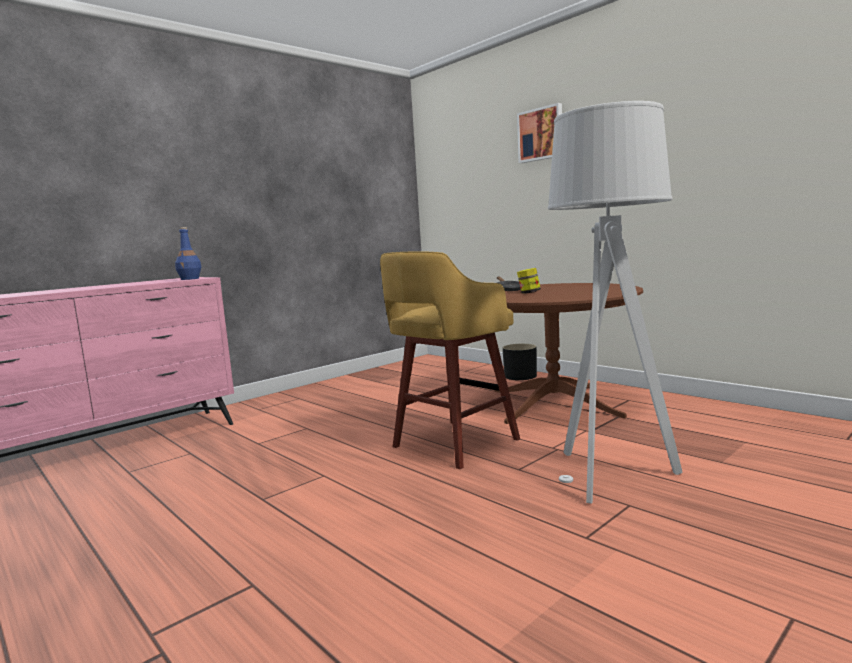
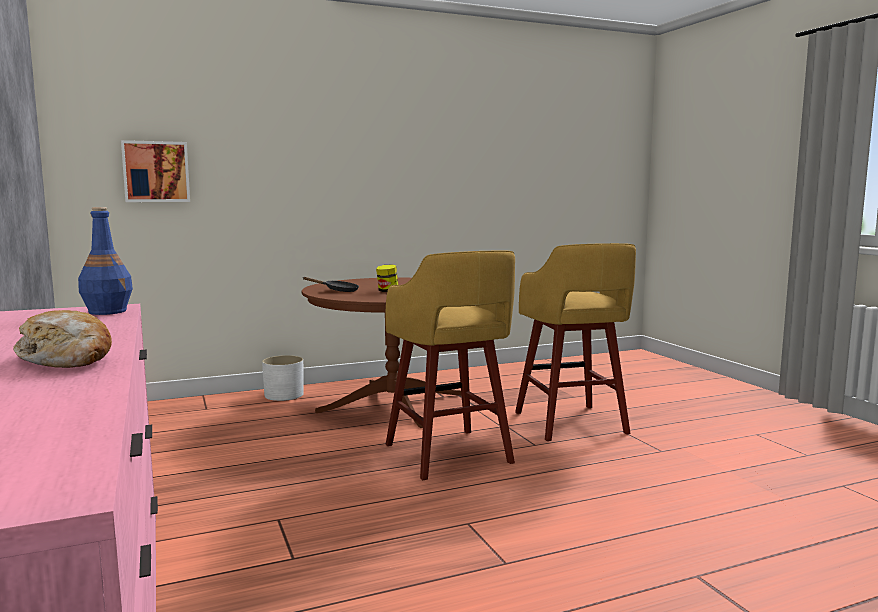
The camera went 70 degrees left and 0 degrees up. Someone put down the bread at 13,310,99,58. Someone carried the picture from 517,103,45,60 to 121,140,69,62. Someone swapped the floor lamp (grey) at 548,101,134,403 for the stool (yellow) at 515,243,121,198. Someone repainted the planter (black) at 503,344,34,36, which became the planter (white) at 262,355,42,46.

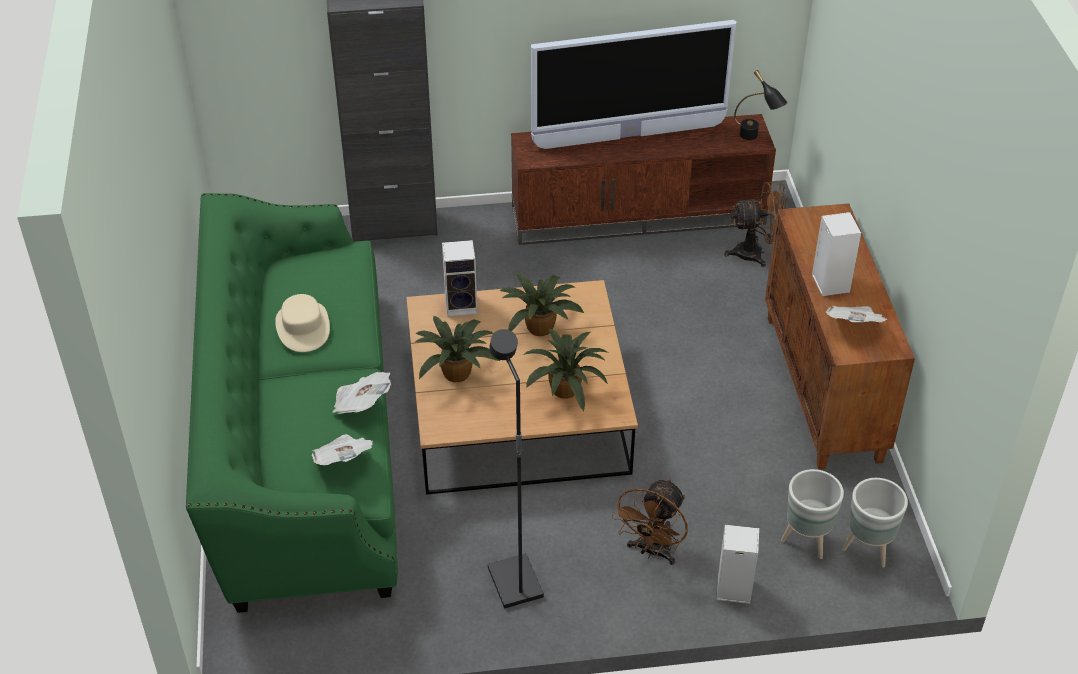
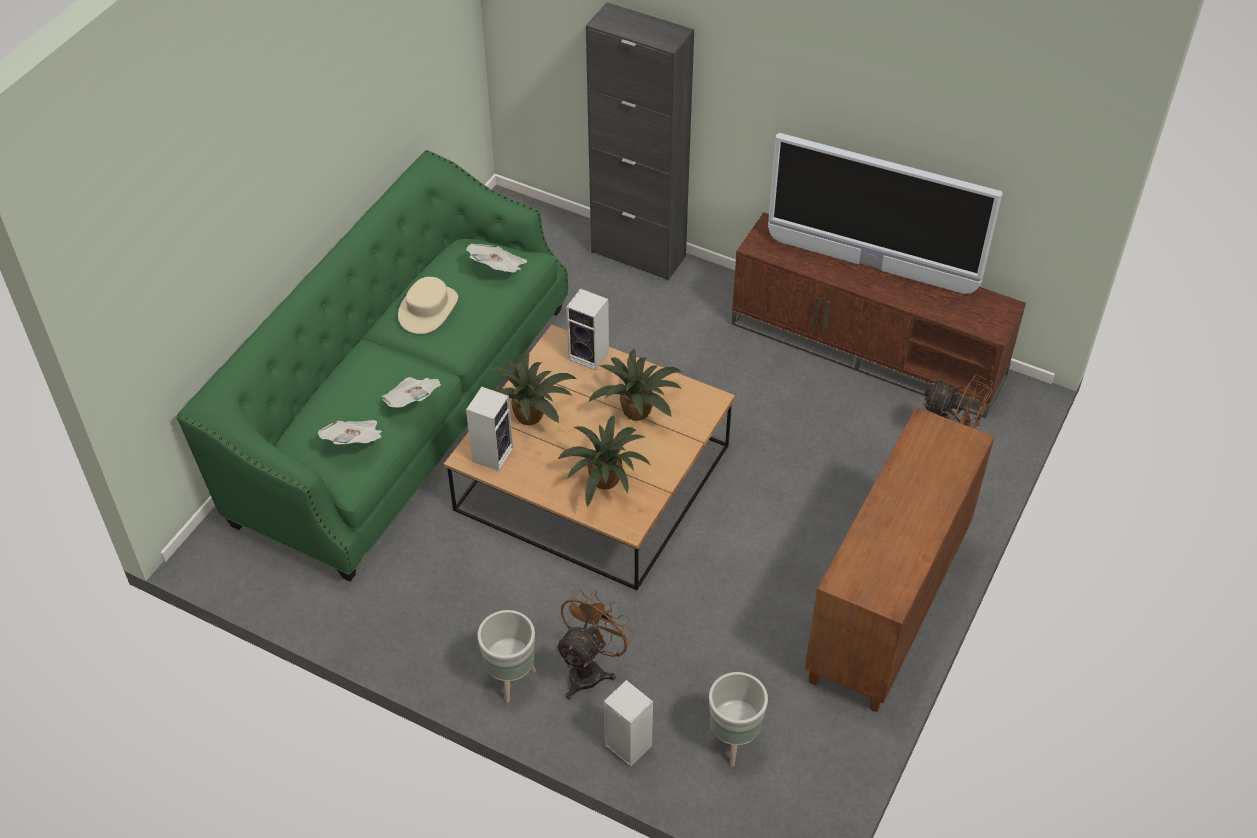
The camera went 35 degrees right and 5 degrees up. Someone took away the floor lamp (black) at 488,329,56,279. Someone took away the table lamp (black) at 734,70,54,70. Someone carried the speaker from 812,212,49,84 to 466,387,47,84. Someone carried the newspaper from 826,306,62,16 to 466,244,61,29. Someone carried the planter (grey) from 842,478,66,89 to 478,610,58,93. Someone rotated the fan (brown) at 612,478,76,87 by 150 degrees clockwise.

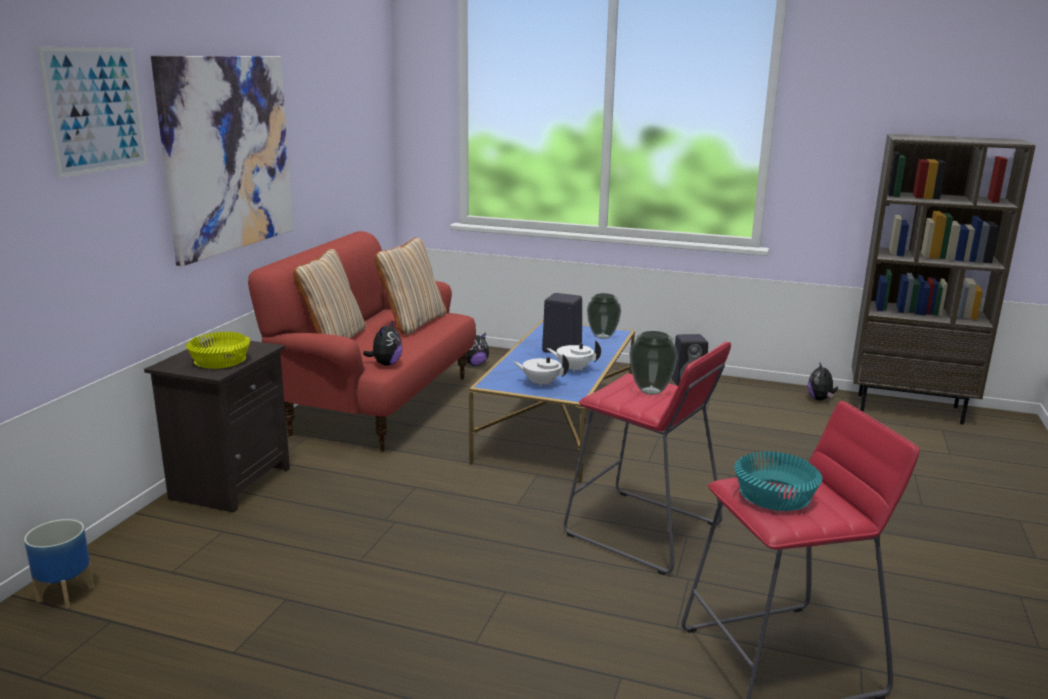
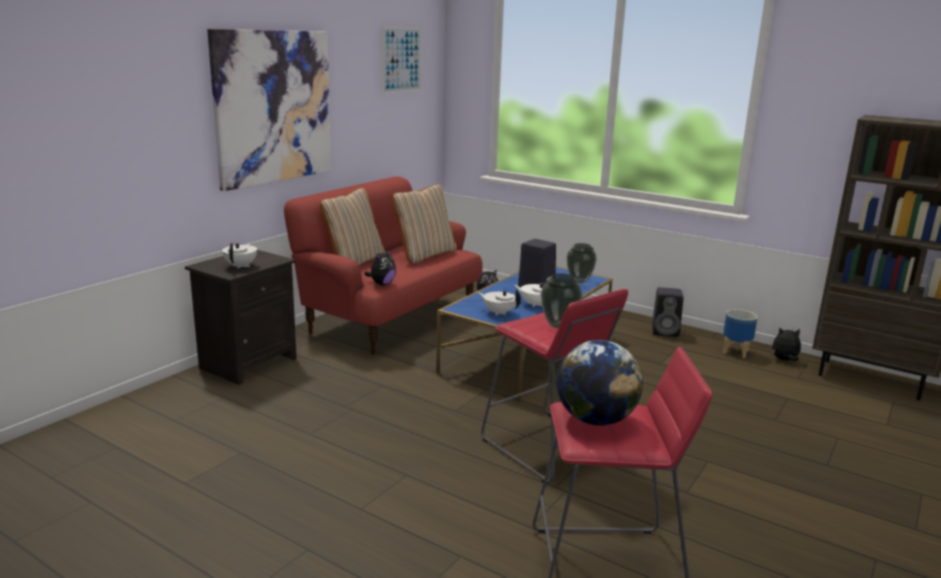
The camera went 15 degrees right and 0 degrees up. Someone carried the planter from 24,519,71,89 to 722,309,36,49. Someone carried the picture from 37,47,111,131 to 381,26,41,68. Someone swapped the bowl (yellow) at 186,332,64,37 for the teapot (white) at 222,243,35,26. Someone swapped the bowl (turquoise) at 734,451,88,60 for the globe at 557,340,86,86. Someone rotated the plush toy at 808,363,30,38 by 75 degrees clockwise.

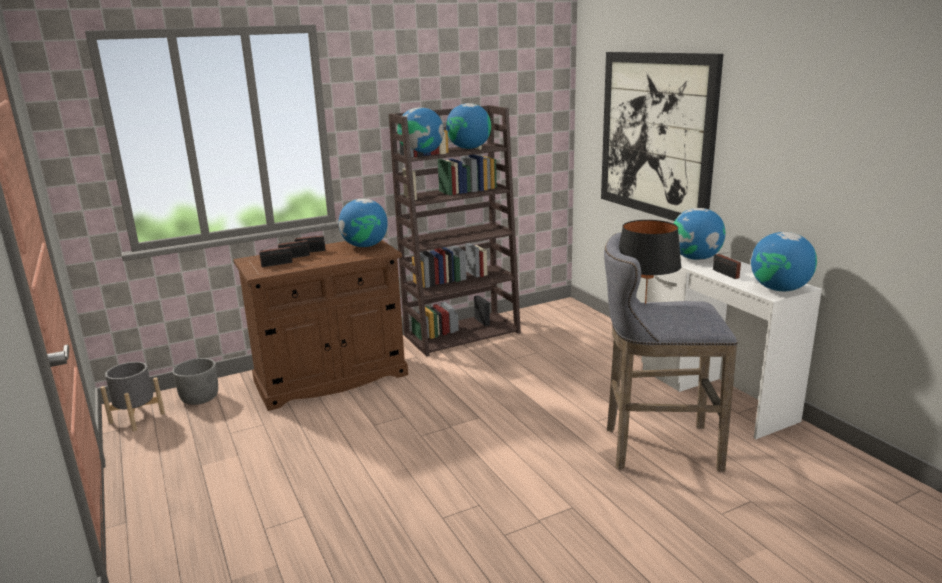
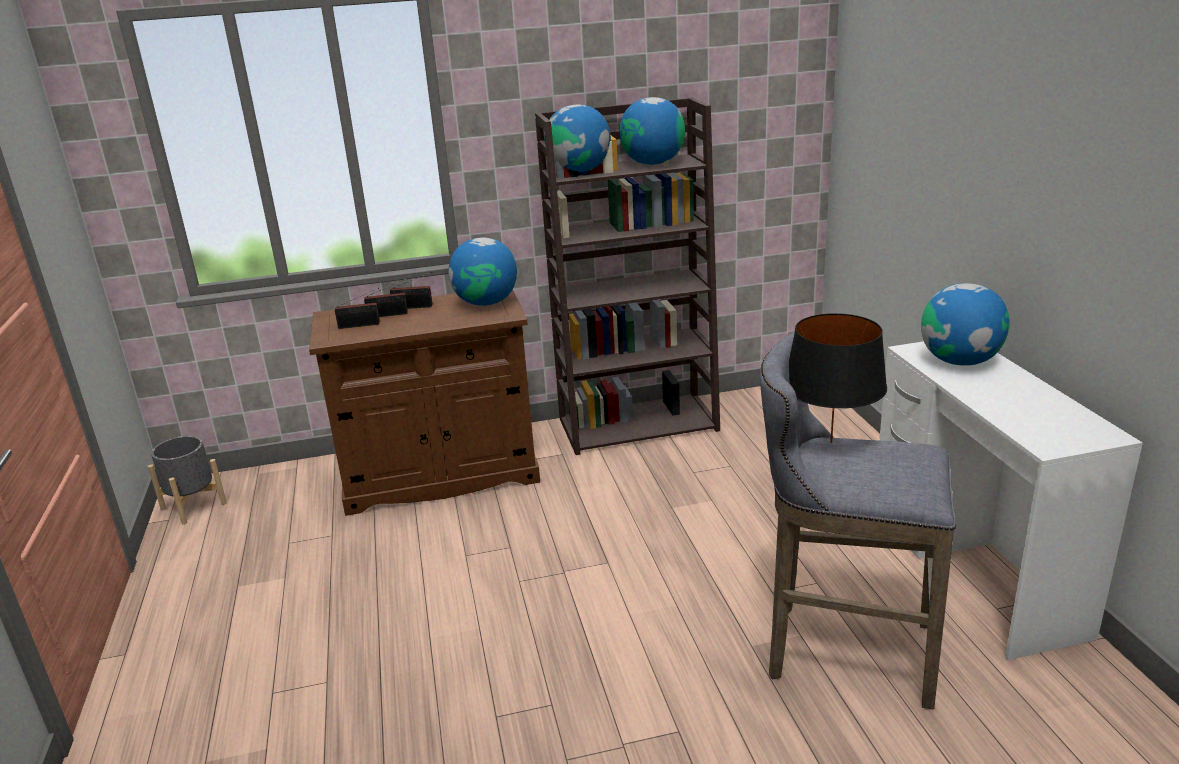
The camera went 15 degrees right and 5 degrees up. Someone took away the planter (grey) at 172,358,46,47. Someone took away the picture at 601,52,122,169. Someone took away the radio at 713,251,31,28. Someone took away the globe at 751,232,66,59.

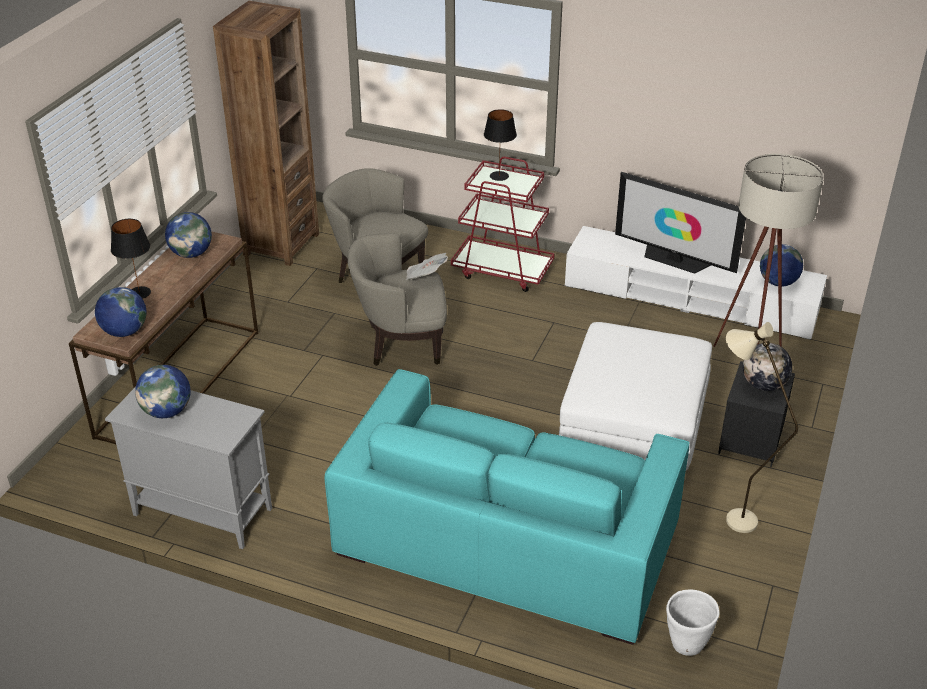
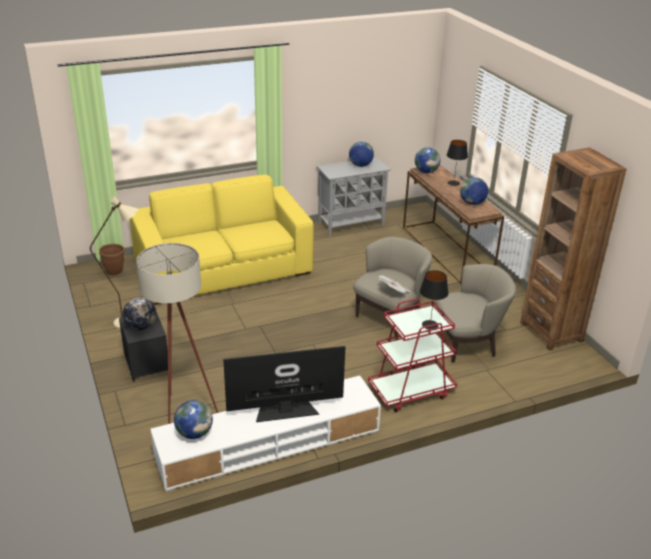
The camera went 135 degrees right and 5 degrees down. Someone took away the ottoman (white) at 559,322,153,151. Someone repainted the sofa (turquoise) at 325,369,364,276, which became the sofa (yellow) at 130,175,184,130. Someone repainted the planter (white) at 666,590,54,66, which became the planter (brown) at 99,244,26,31.

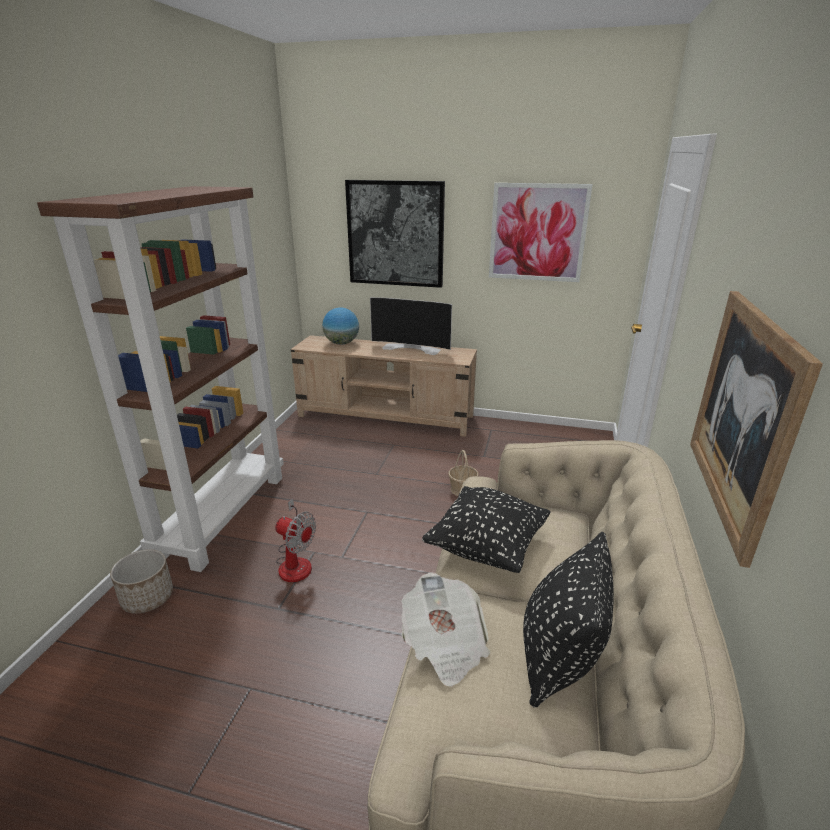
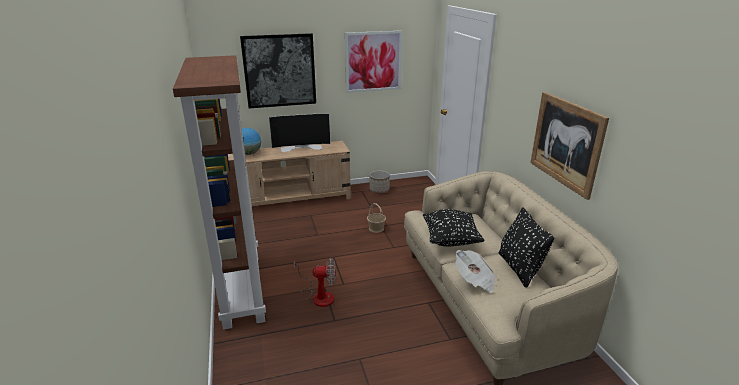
The camera went 30 degrees left and 0 degrees up. Someone carried the planter from 110,549,63,65 to 369,171,21,22.

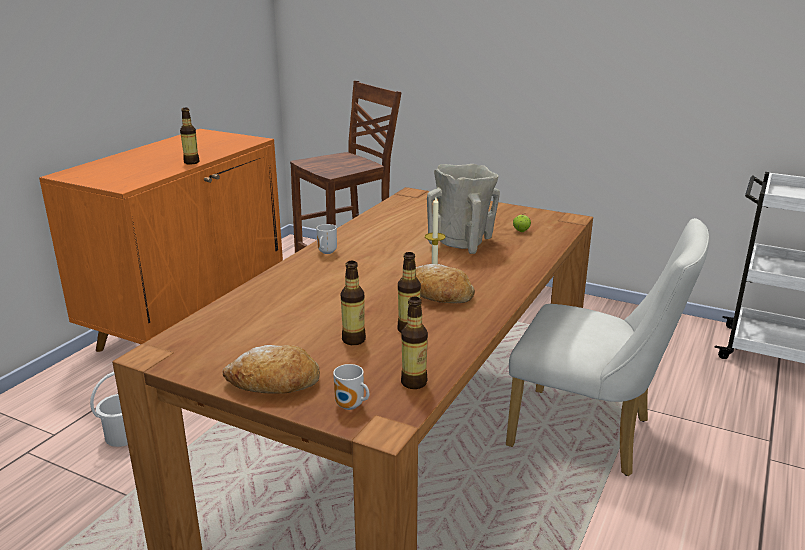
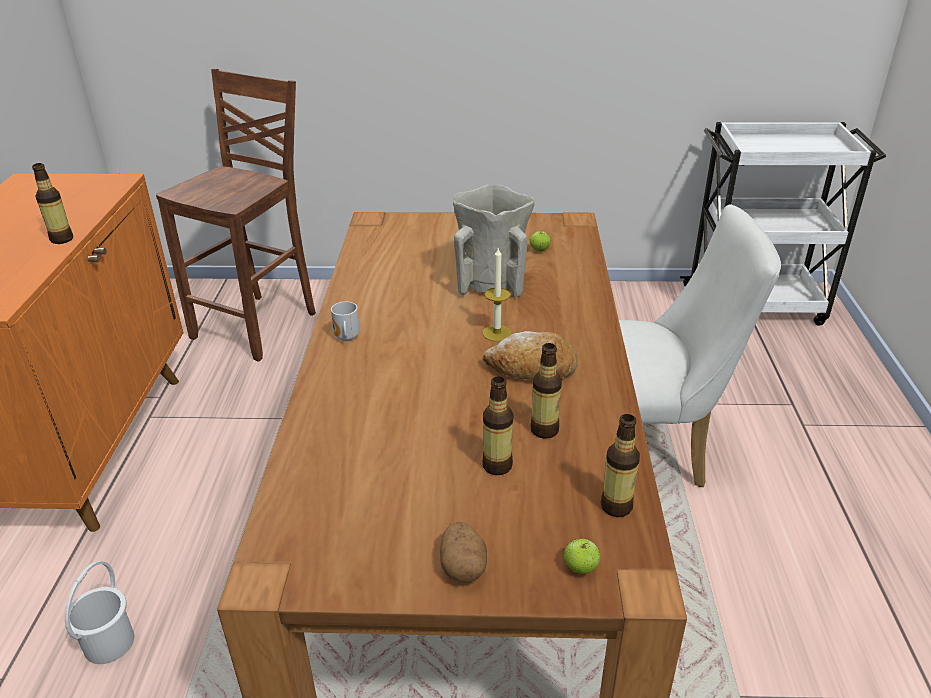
The camera went 25 degrees left and 10 degrees up. Someone swapped the bread at 222,345,98,49 for the potato at 440,522,47,61. Someone swapped the mug at 333,364,37,46 for the apple at 564,539,37,35.

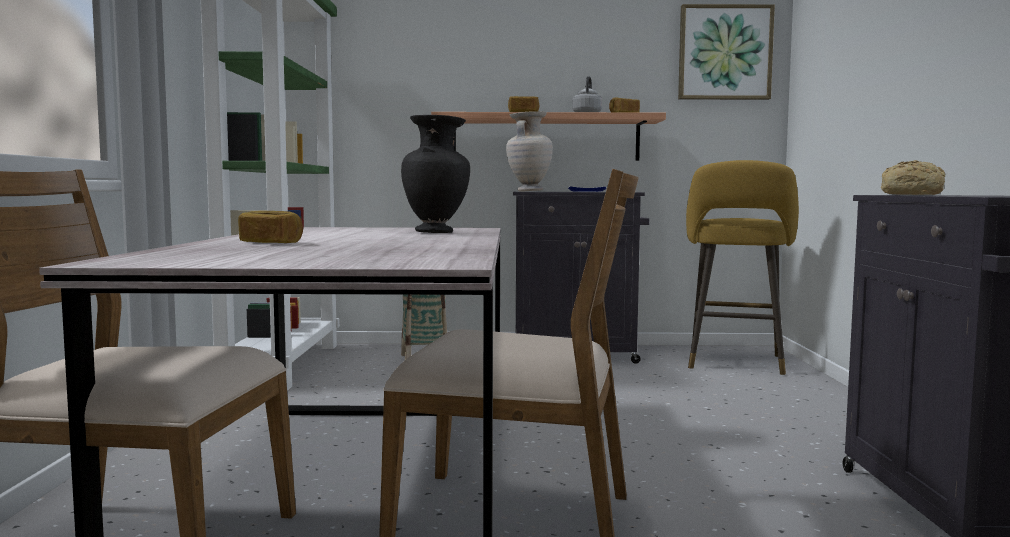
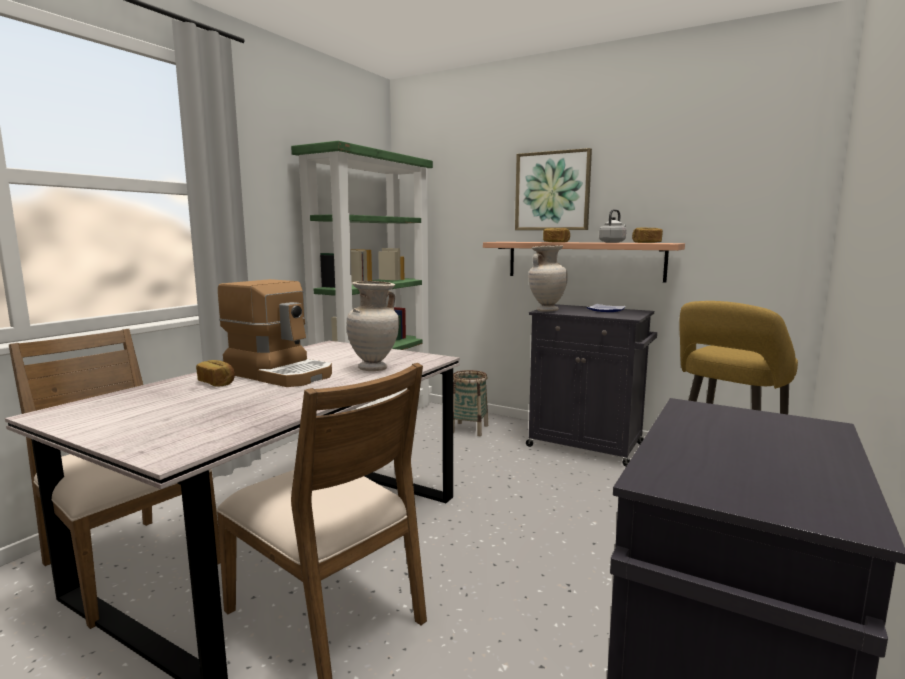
The camera went 30 degrees right and 5 degrees up. Someone took away the bread at 881,160,65,35. Someone put down the coffee machine at 218,279,114,108. Someone carried the picture from 678,4,97,96 to 515,148,77,82. Someone repainted the vase (black) at 401,115,69,118, which became the vase (beige) at 347,281,52,90.

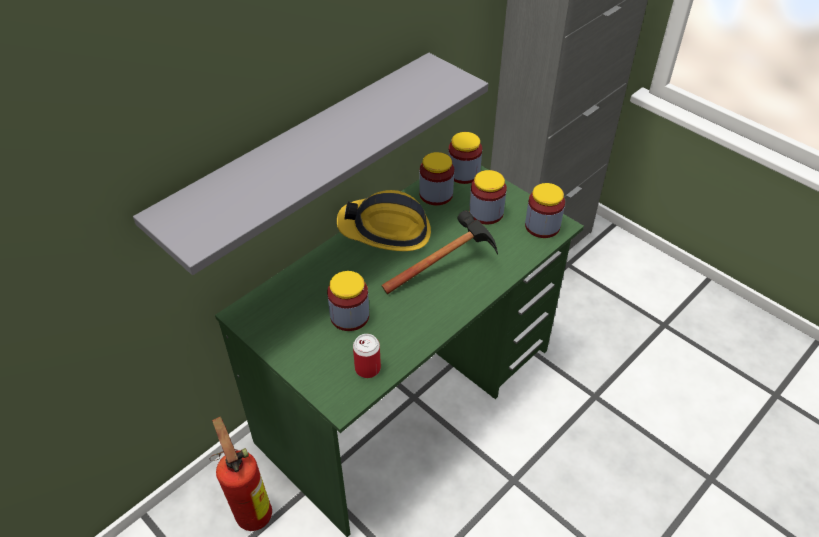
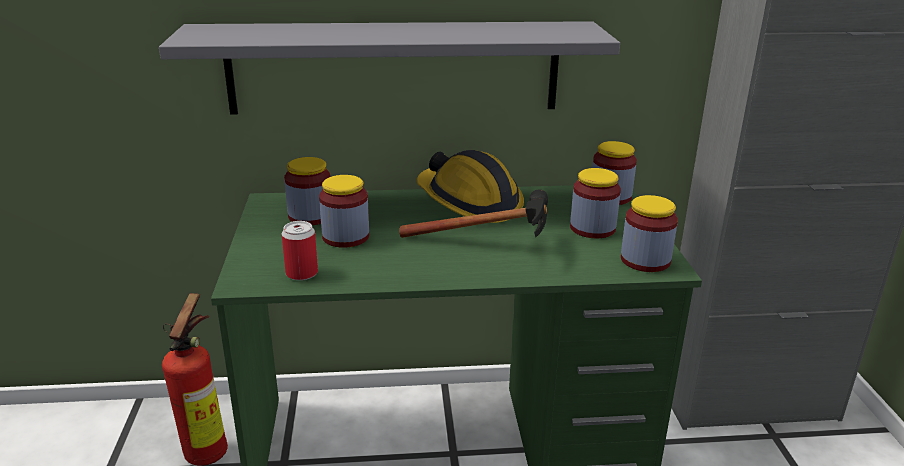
The camera went 40 degrees right and 20 degrees down. Someone carried the jar from 419,152,35,53 to 284,157,46,68.

